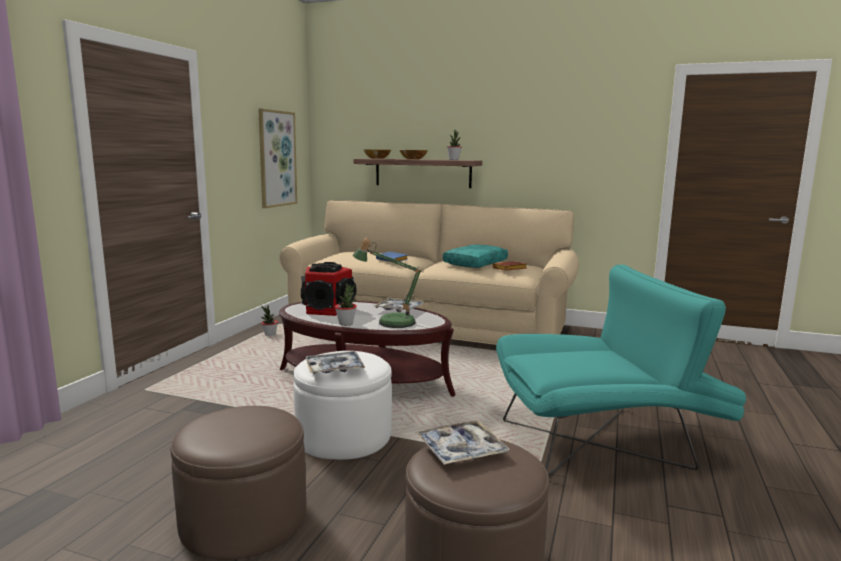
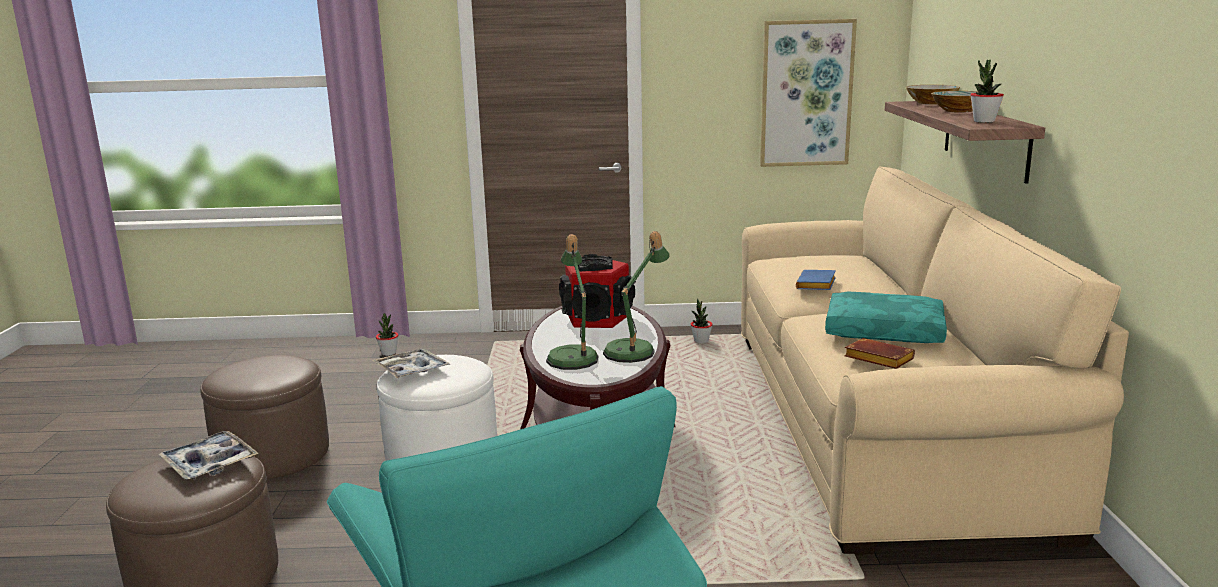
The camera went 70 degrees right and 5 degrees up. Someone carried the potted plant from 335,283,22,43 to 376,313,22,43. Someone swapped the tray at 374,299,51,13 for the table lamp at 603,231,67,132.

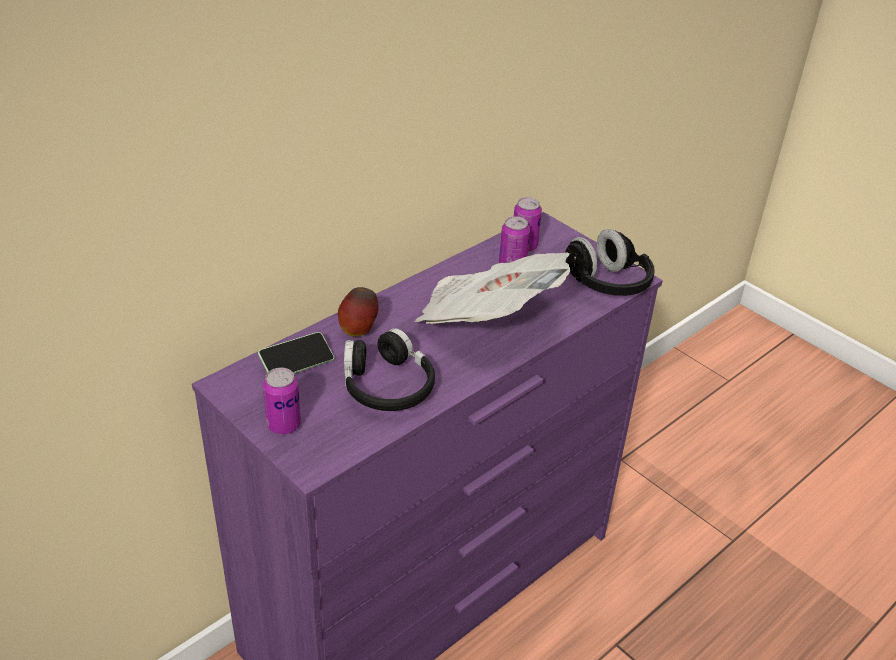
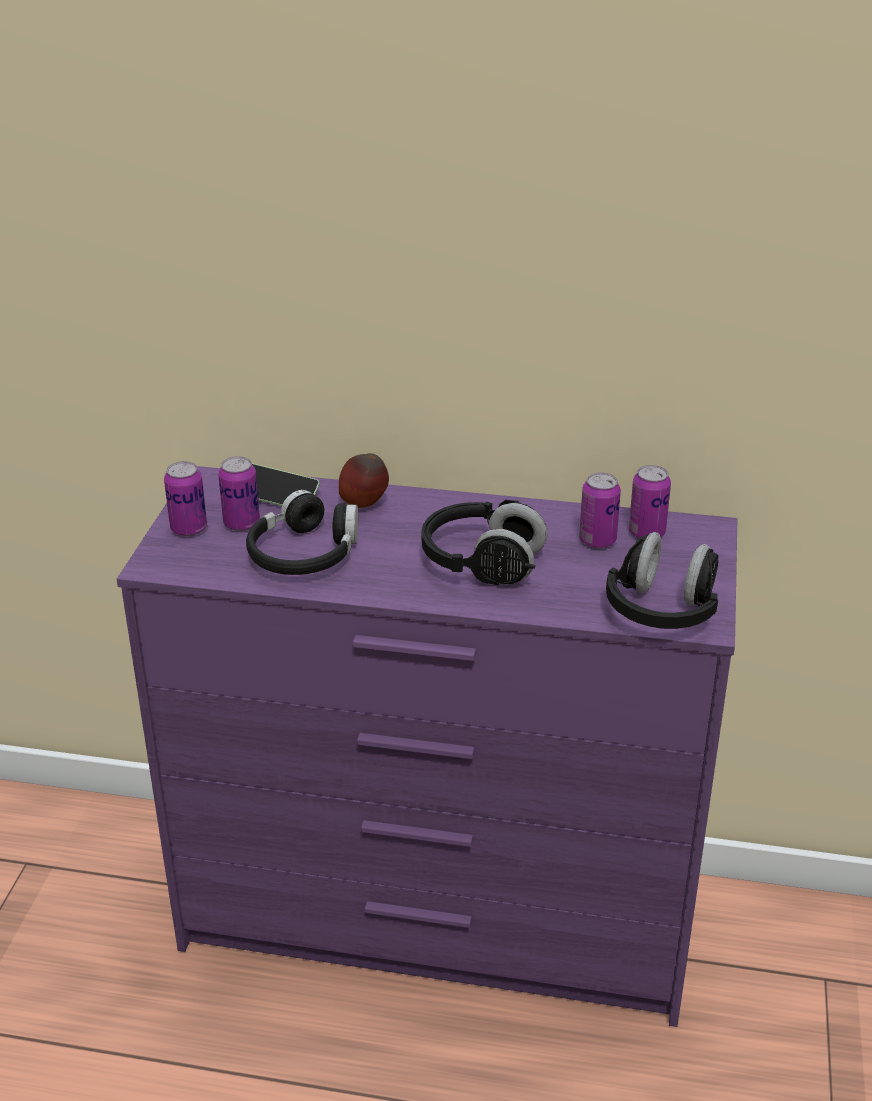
The camera went 55 degrees right and 5 degrees down. Someone put down the can at 218,456,42,75. Someone swapped the newspaper at 415,253,155,71 for the headphones (black) at 421,500,126,85.

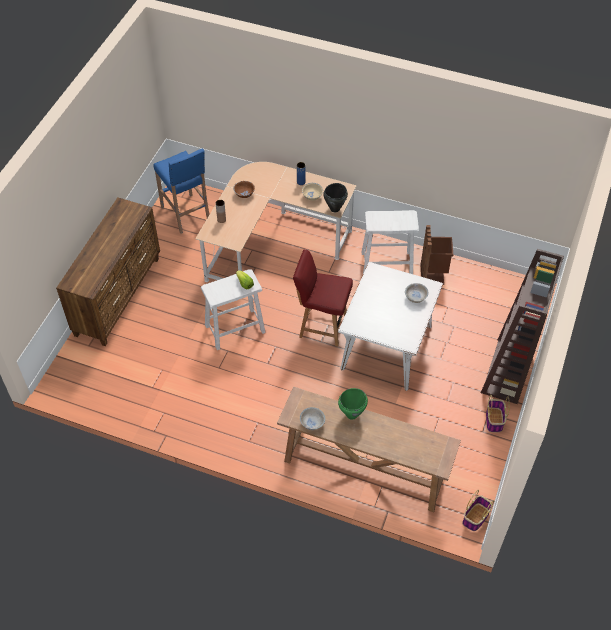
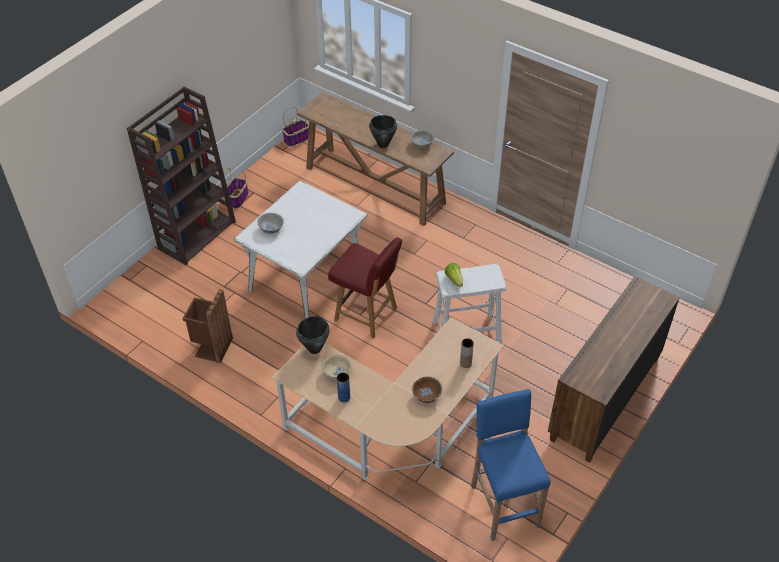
The camera went 165 degrees left and 5 degrees down. Someone took away the stool (white) at 362,210,57,64. Someone repainted the cooking pot (green) at 338,388,30,32, which became the cooking pot (black) at 369,115,28,33.

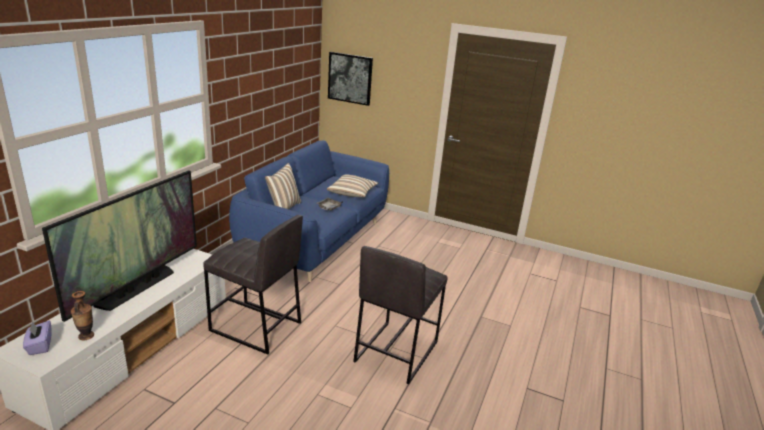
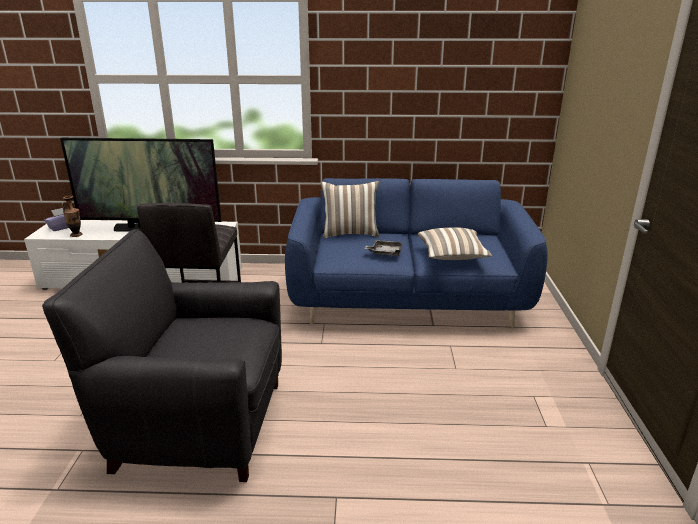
The camera went 70 degrees right and 0 degrees up. Someone took away the picture at 328,52,45,54. Someone swapped the stool (grey) at 353,246,94,139 for the armchair (black) at 42,229,240,253.

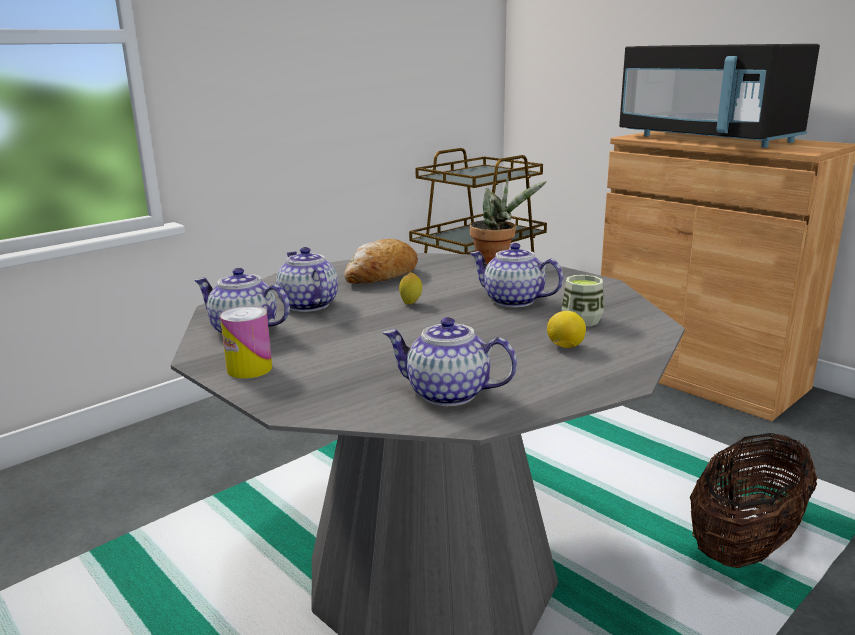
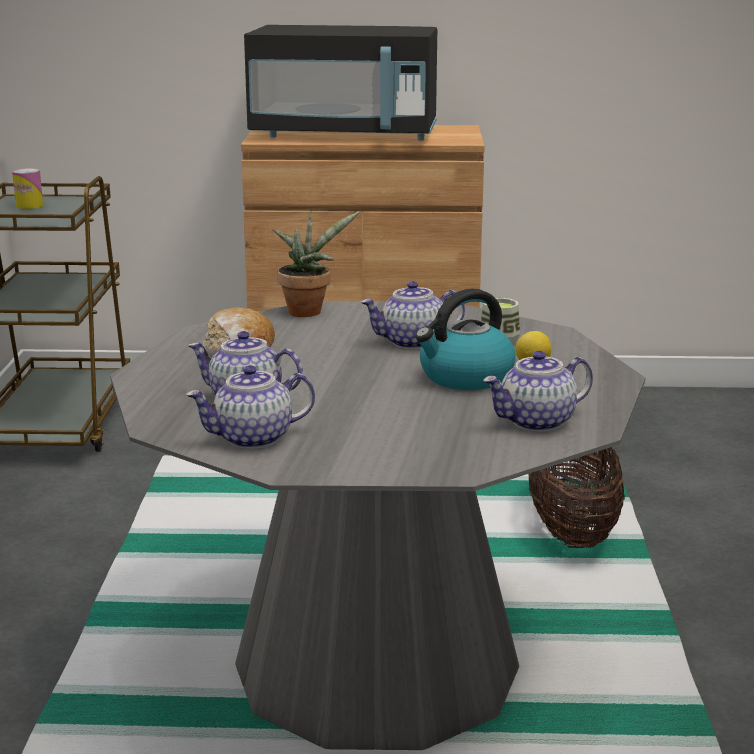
The camera went 45 degrees left and 0 degrees up. Someone took away the lemon at 399,272,23,32. Someone put down the kettle at 415,289,100,101. Someone carried the can from 220,306,52,73 to 12,168,31,41.

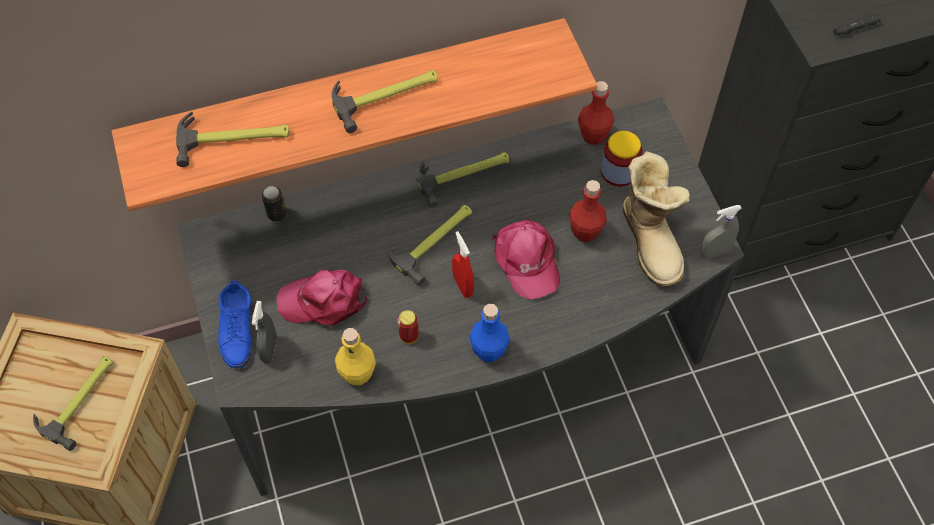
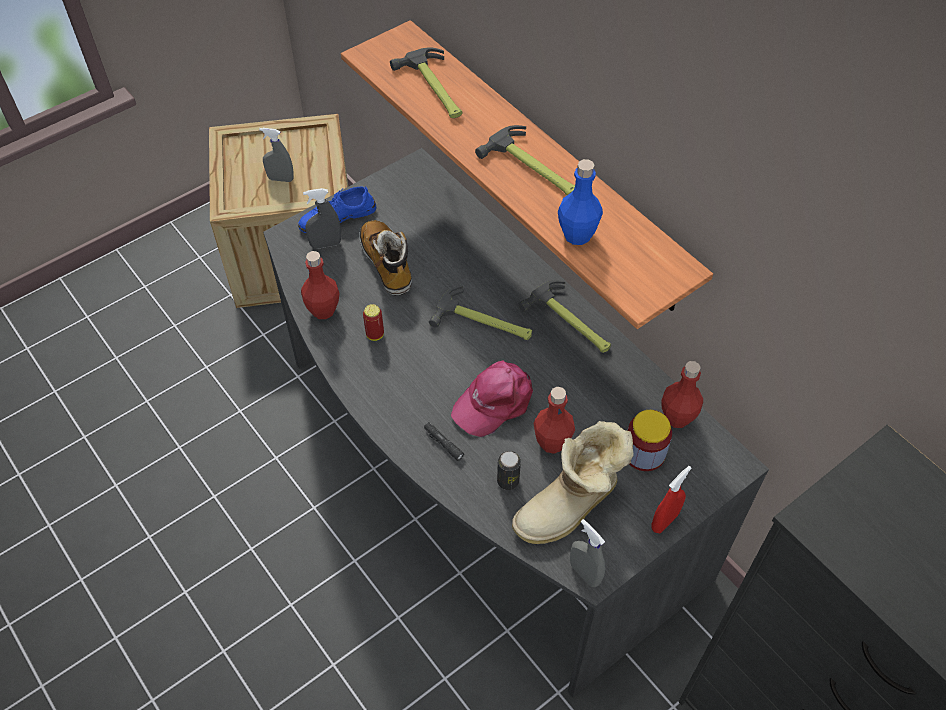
The camera went 70 degrees right and 5 degrees down. Someone carried the can from 262,186,24,36 to 497,451,24,39. Someone carried the spray bottle (red) from 452,231,22,67 to 652,466,40,67. Someone carried the bottle (blue) from 469,304,41,58 to 558,159,45,86. Someone carried the flashlight (black) from 833,13,48,23 to 424,422,40,39. Someone swapped the hammer at 33,357,80,94 for the spray bottle (grey) at 259,128,35,54. Someone swapped the cap (pink) at 276,270,91,56 for the boot at 359,220,53,76. Someone repainted the bottle (yellow) at 335,328,41,58, which became the bottle (red) at 301,251,38,68.

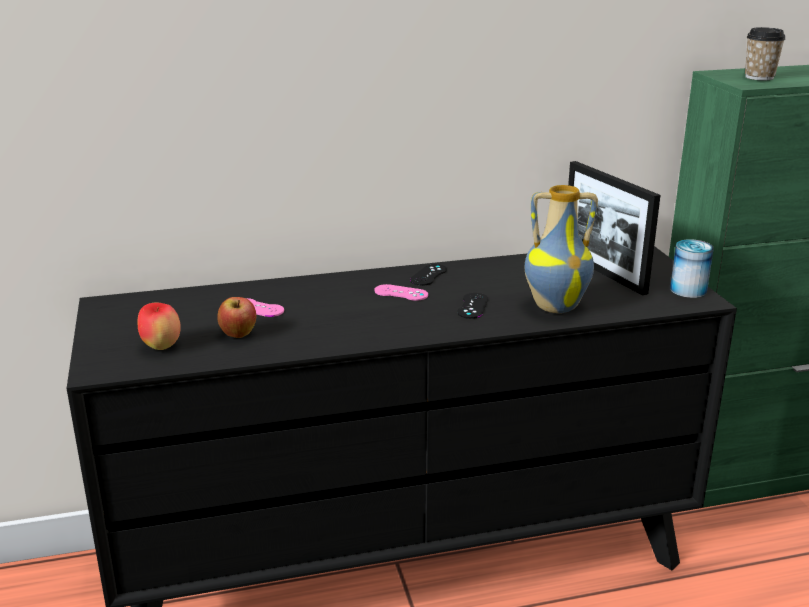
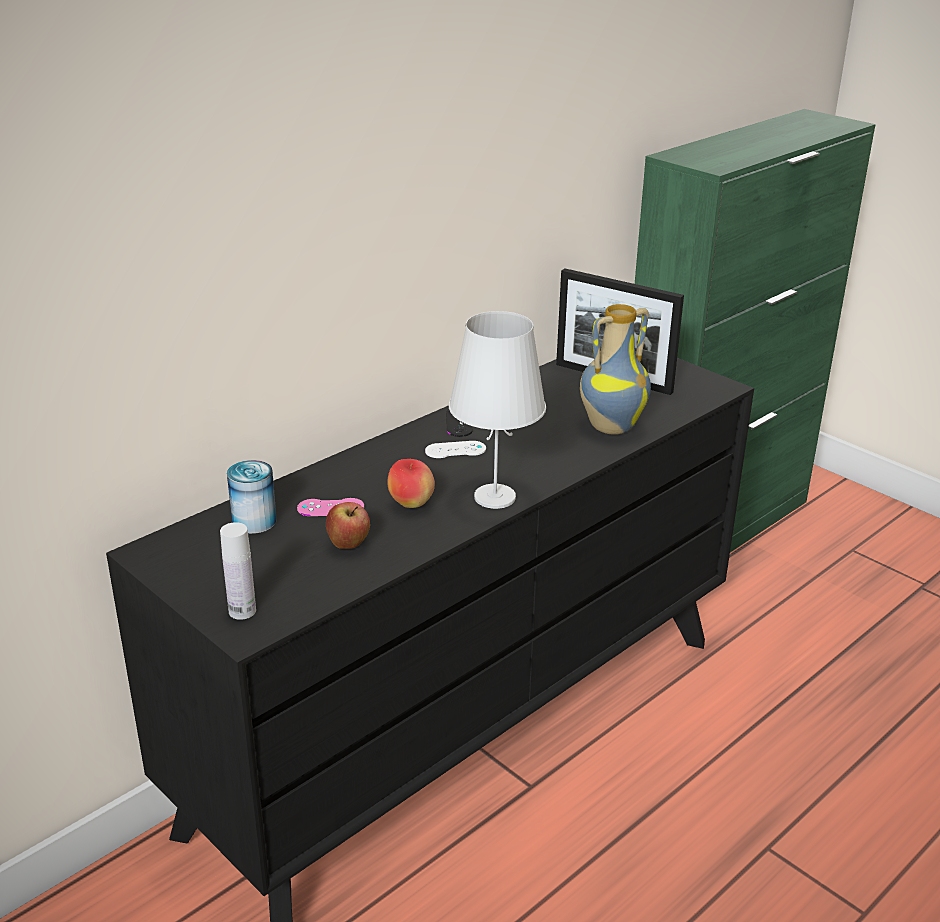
The camera went 30 degrees left and 5 degrees up. Someone took away the game controller (black) at 457,293,31,26. Someone took away the cup at 745,27,41,53. Someone put down the bottle (white) at 220,522,36,98. Someone put down the table lamp (white) at 449,311,97,198. Someone carried the apple from 138,302,43,48 to 387,459,48,49. Someone carried the can from 670,239,44,59 to 227,460,50,74. Someone repainted the game controller (pink) at 374,284,54,17, which became the game controller (white) at 425,441,61,17.

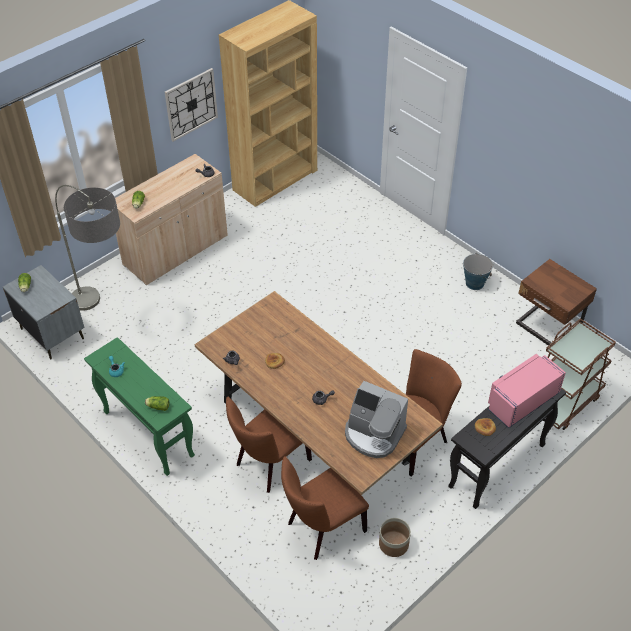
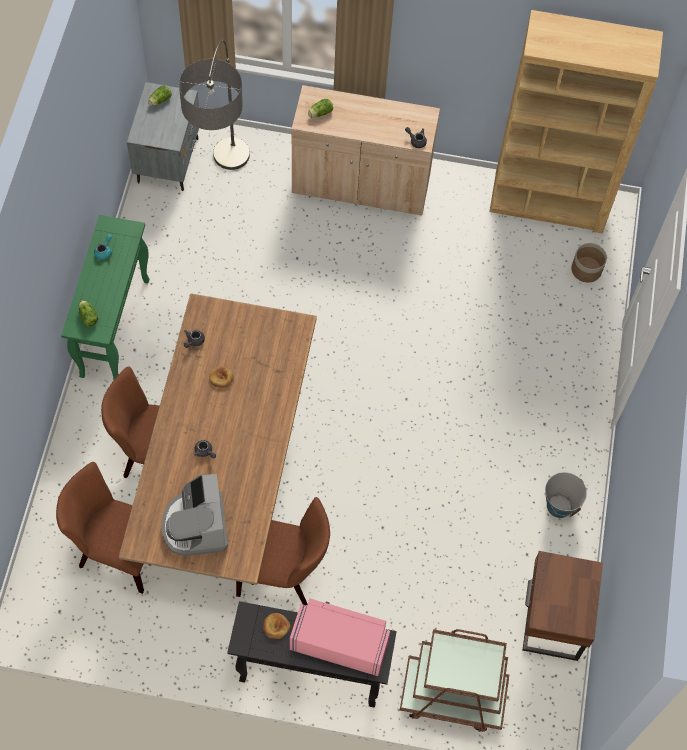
The camera went 50 degrees right and 15 degrees up. Someone took away the wall clock at 165,68,53,74. Someone carried the planter from 379,518,32,39 to 571,243,36,40.

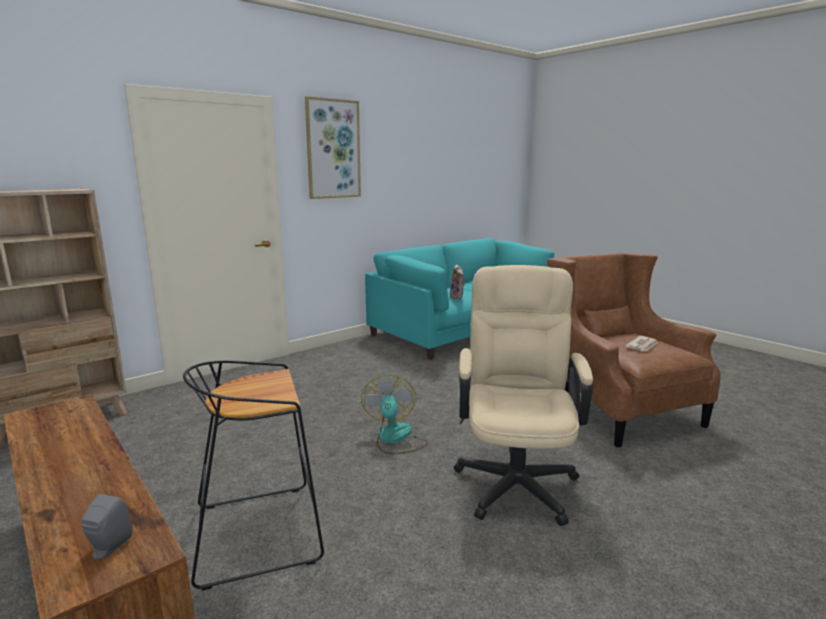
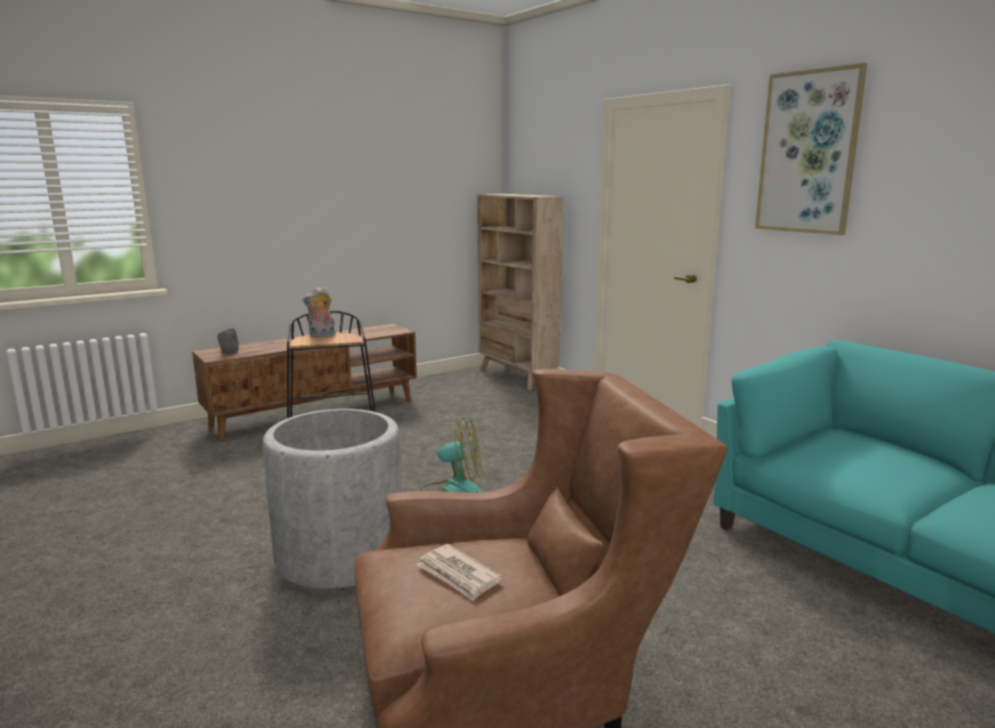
The camera went 95 degrees right and 0 degrees up. Someone carried the plush toy from 450,264,15,35 to 302,286,34,51. Someone swapped the office chair (beige) at 454,265,139,261 for the planter (grey) at 262,409,140,180.

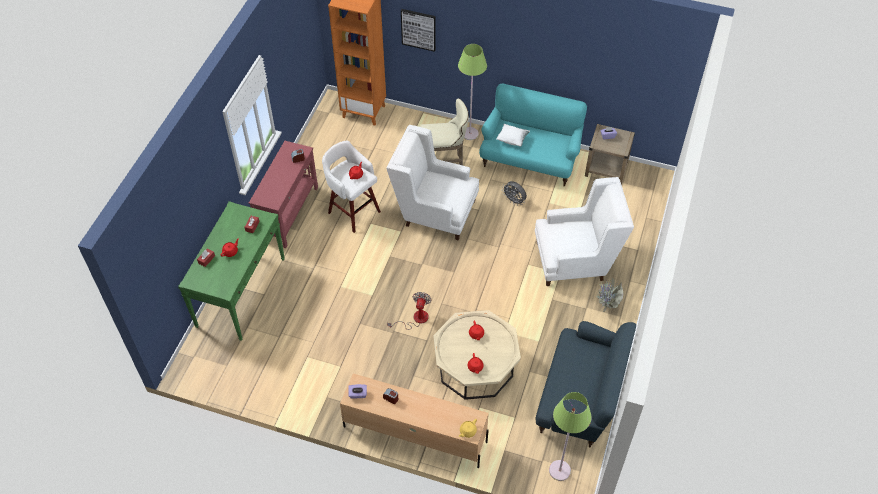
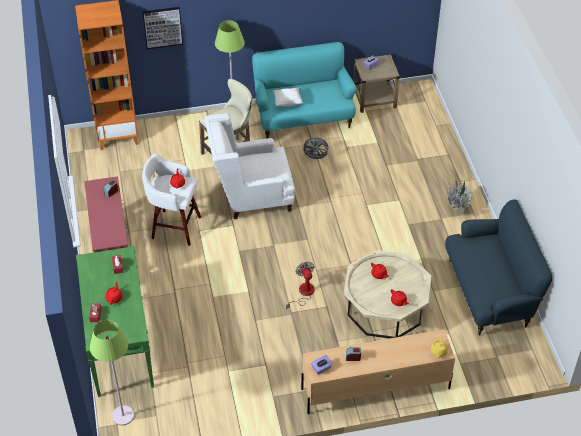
The camera went 30 degrees left and 5 degrees down. Someone took away the armchair (white) at 535,177,99,109. Someone carried the floor lamp (green) from 549,392,43,89 to 90,320,44,106.

